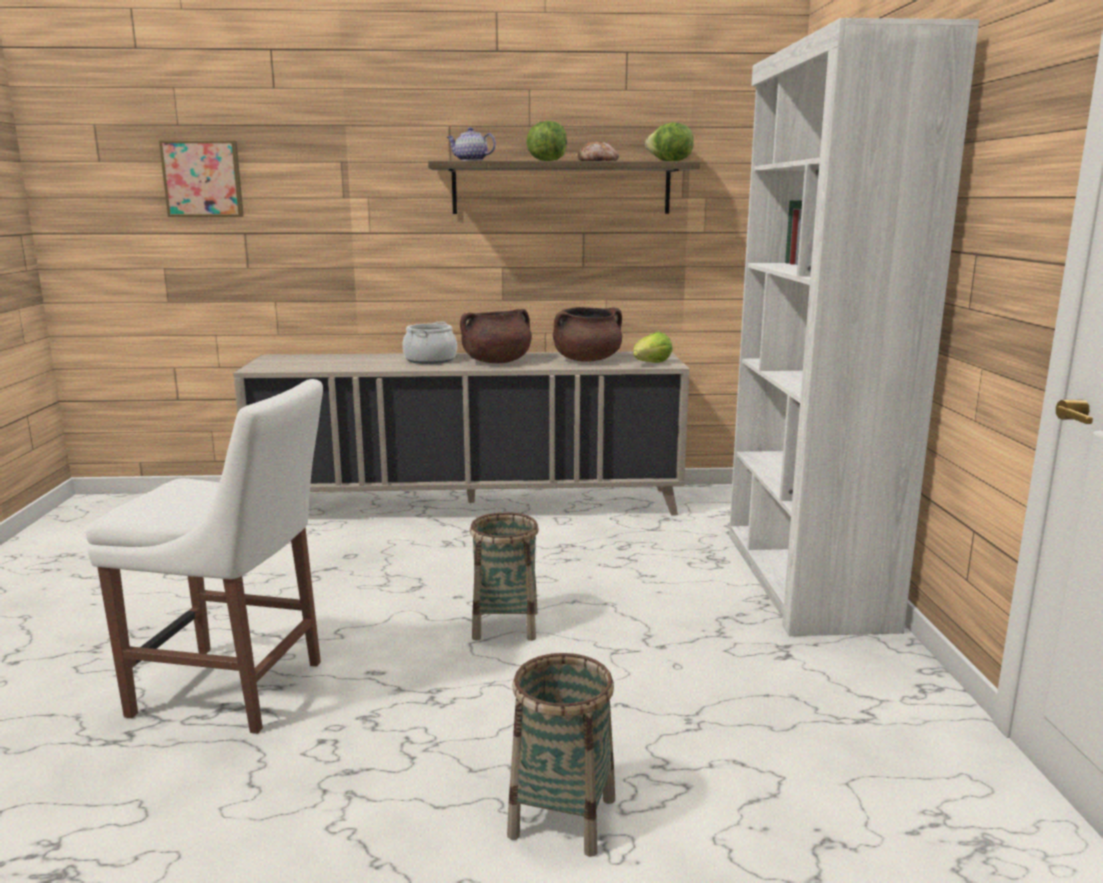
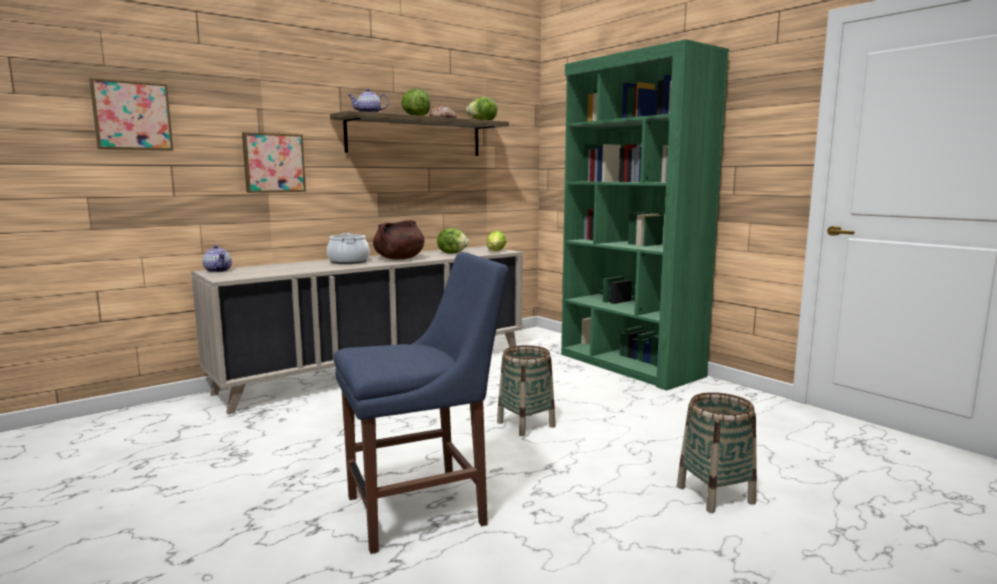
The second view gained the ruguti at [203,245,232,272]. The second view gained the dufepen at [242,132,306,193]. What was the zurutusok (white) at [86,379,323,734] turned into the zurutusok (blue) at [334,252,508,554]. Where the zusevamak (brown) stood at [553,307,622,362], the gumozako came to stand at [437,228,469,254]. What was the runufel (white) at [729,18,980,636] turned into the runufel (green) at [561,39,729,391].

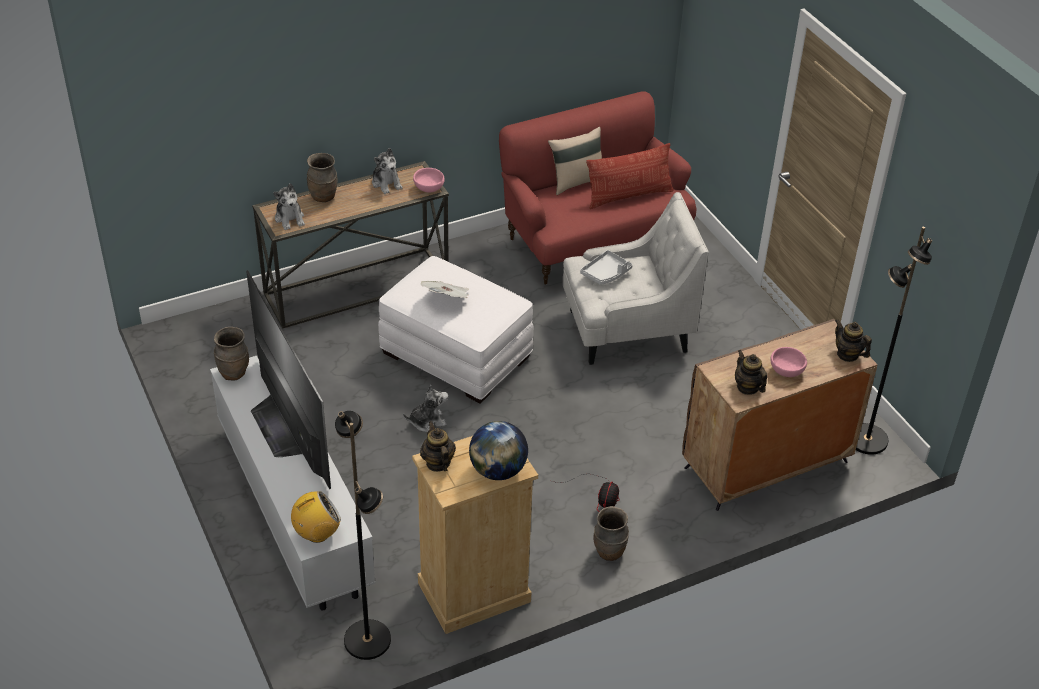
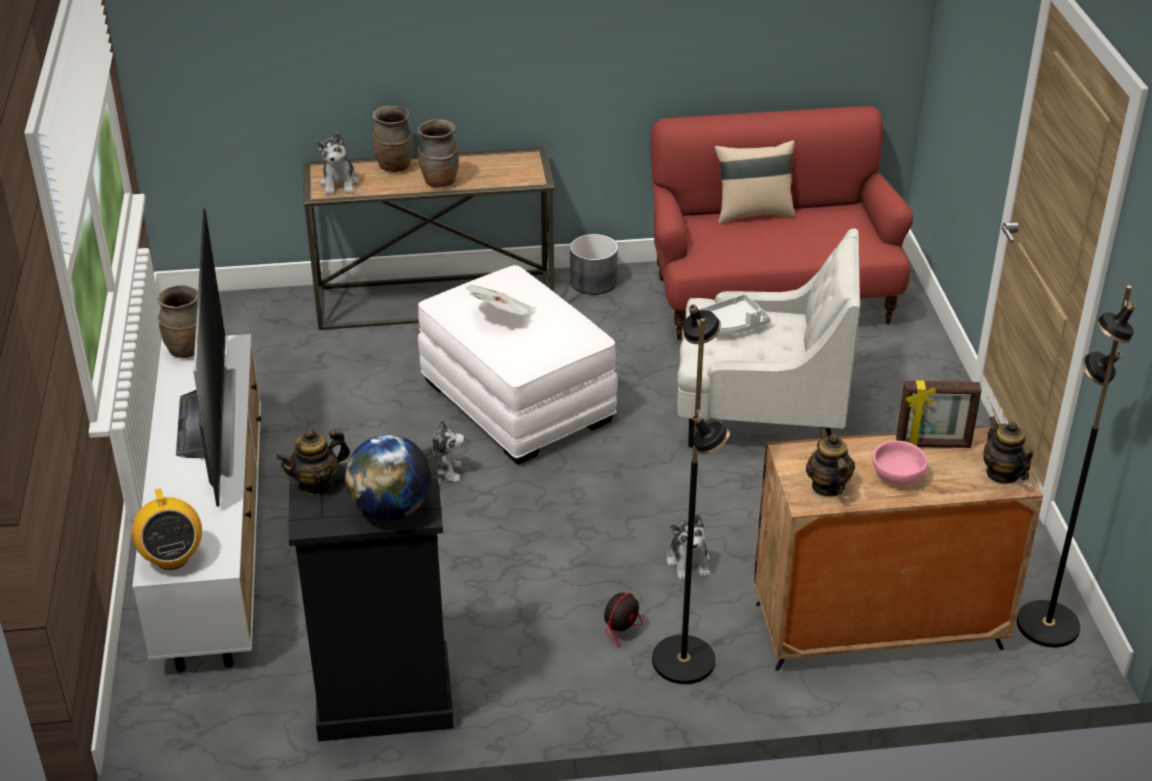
The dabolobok at [291,491,341,543] ended up facing another way, 75 degrees clockwise from before. The ruguti at [420,421,456,472] ended up facing another way, 120 degrees counterclockwise from before. What was the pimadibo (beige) at [412,436,538,634] turned into the pimadibo (black) at [289,456,454,742]. The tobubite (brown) ended up elsewhere, having gone from [593,506,629,561] to [418,119,459,187]. The second view gained the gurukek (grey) at [570,234,618,295]. The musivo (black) ended up elsewhere, having gone from [335,411,391,660] to [652,304,729,684]. The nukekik ended up elsewhere, having gone from [372,148,402,194] to [667,514,710,580]. The second view gained the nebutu at [896,380,982,448]. The second view lost the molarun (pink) at [413,168,445,192]. The second view lost the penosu at [586,143,674,209].

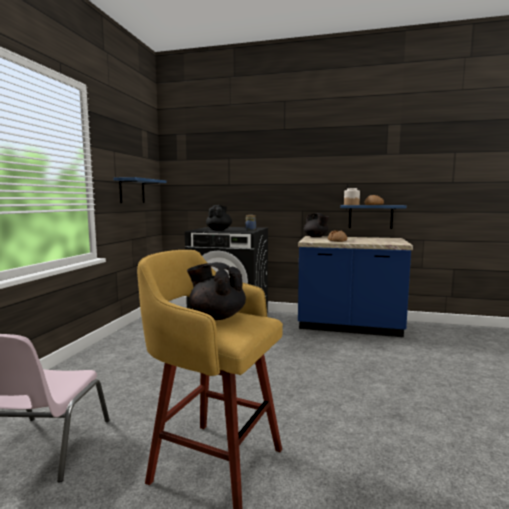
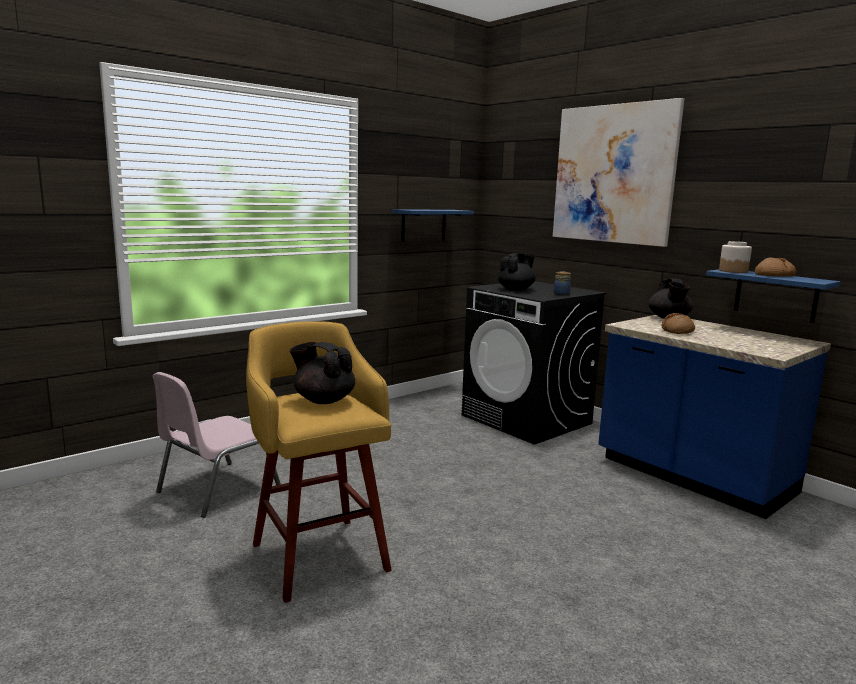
The ruguti (black) at [187,262,246,320] ended up facing another way, 45 degrees counterclockwise from before. The second view gained the dufepen at [553,98,684,247].

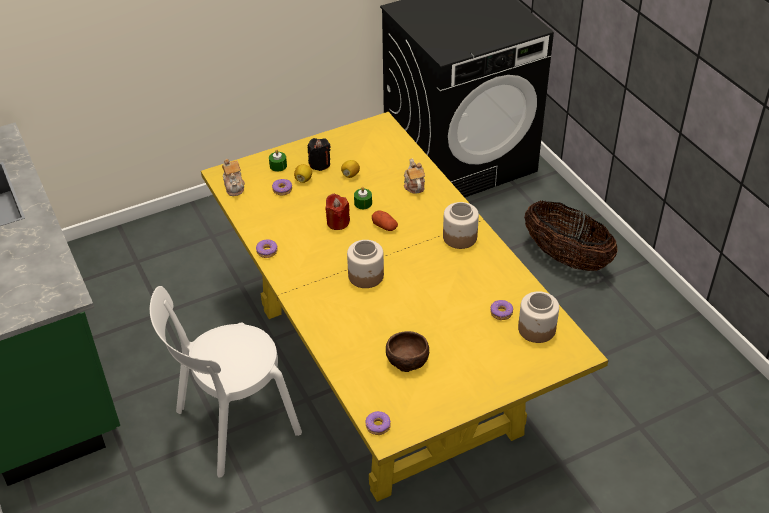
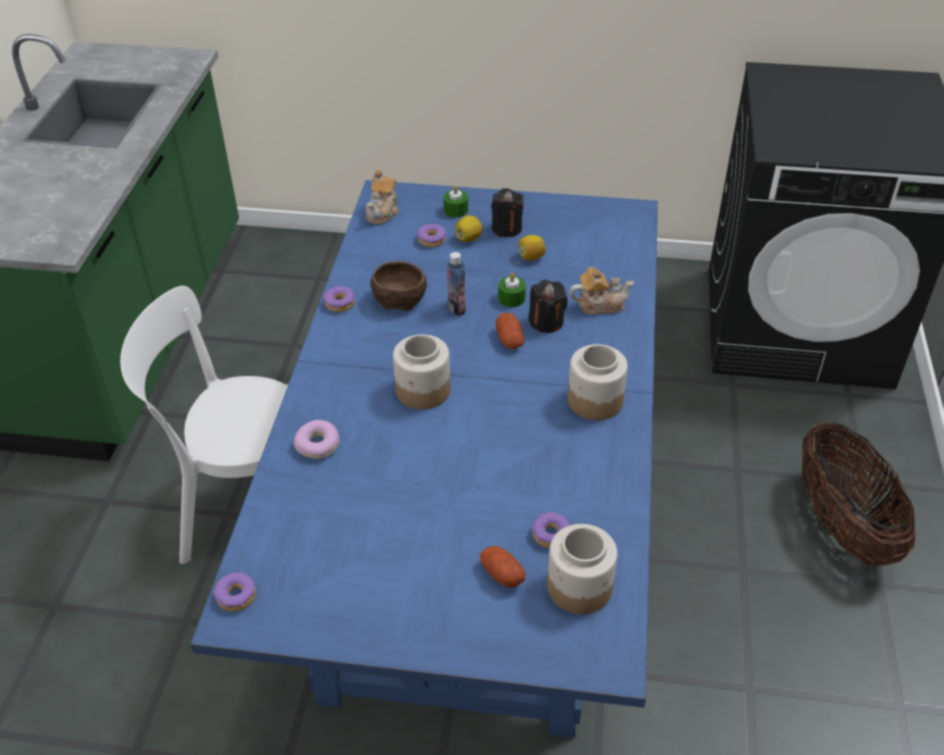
What was the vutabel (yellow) at [201,112,608,502] turned into the vutabel (blue) at [190,180,658,738]. The second view gained the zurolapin at [293,420,339,459]. The molarun (brown) ended up elsewhere, having gone from [386,331,429,372] to [370,261,427,311]. Where the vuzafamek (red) stood at [325,194,350,230], the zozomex came to stand at [447,252,466,316]. The second view gained the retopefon at [480,546,525,588]. The second view gained the vuzafamek (black) at [529,280,568,333]. The ruguti at [404,158,425,194] ended up facing another way, 60 degrees clockwise from before.

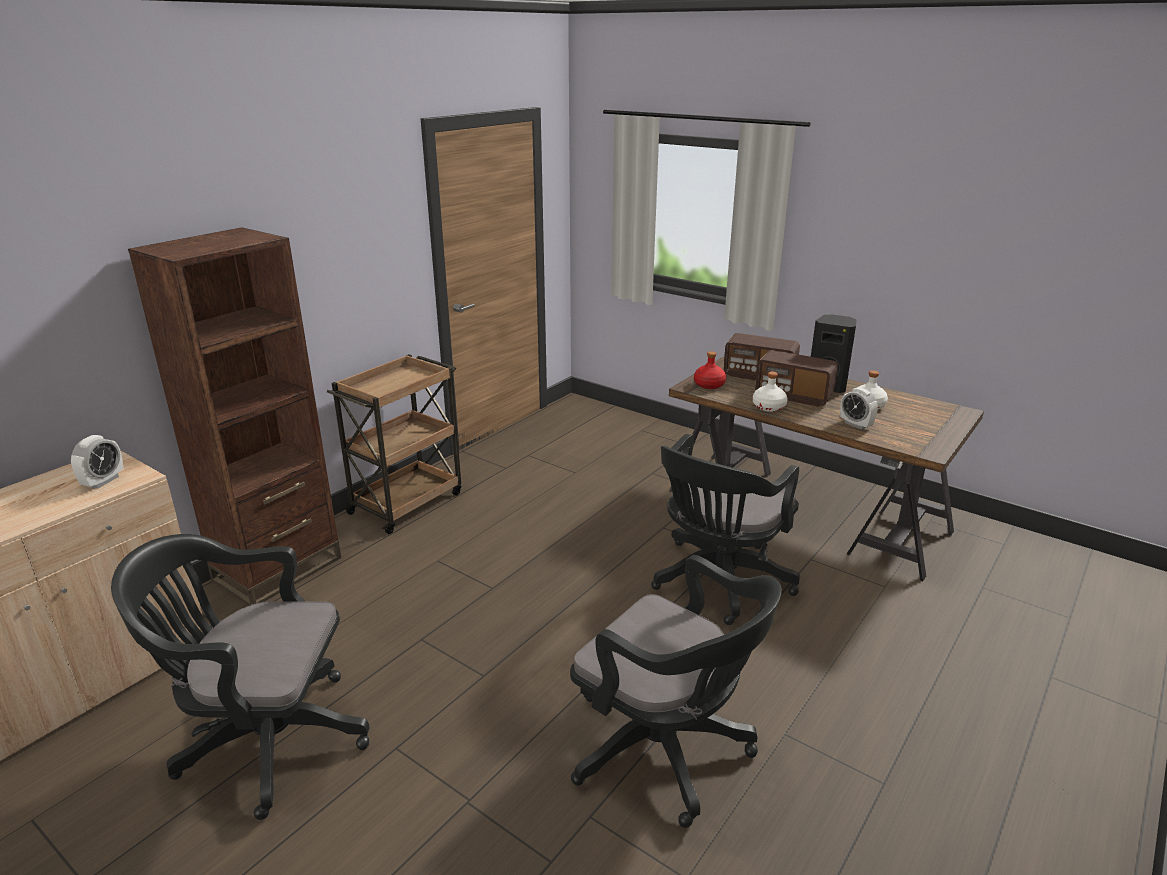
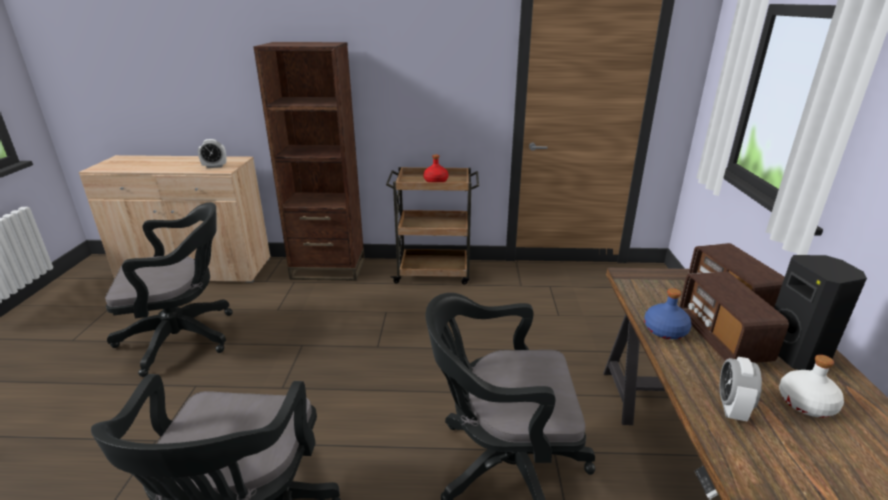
The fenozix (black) at [111,534,369,820] ended up facing another way, 105 degrees clockwise from before. The zozomex (red) ended up elsewhere, having gone from [694,351,726,389] to [423,154,448,182]. What was the zozomex (white) at [753,372,788,412] turned into the zozomex (blue) at [644,288,692,339].

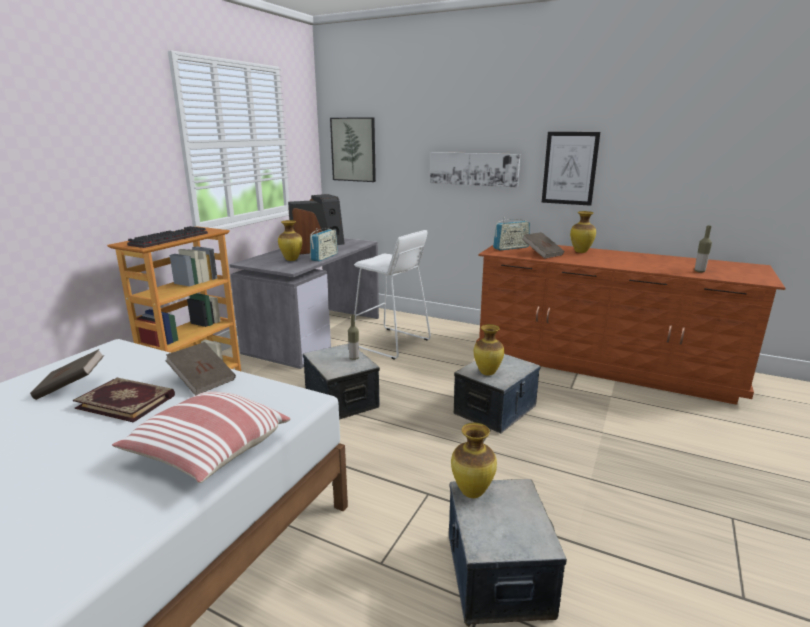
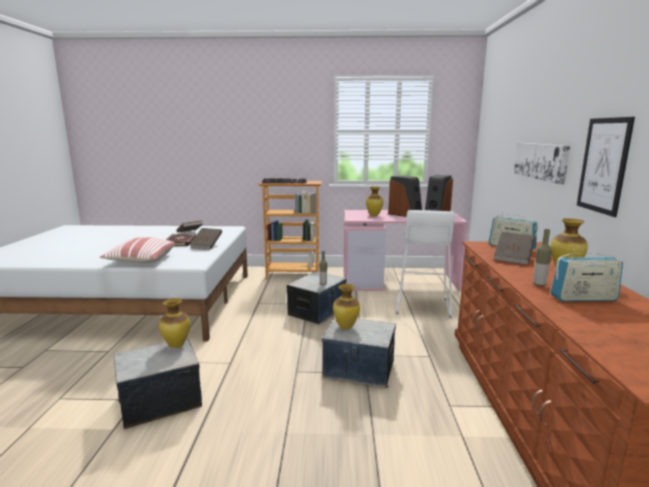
What was the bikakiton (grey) at [229,238,379,369] turned into the bikakiton (pink) at [344,210,467,291]. The zozomex ended up elsewhere, having gone from [695,226,712,273] to [533,229,552,286]. The dabolobok ended up elsewhere, having gone from [310,228,338,262] to [550,249,623,301]. The second view lost the dufepen at [330,117,376,182].

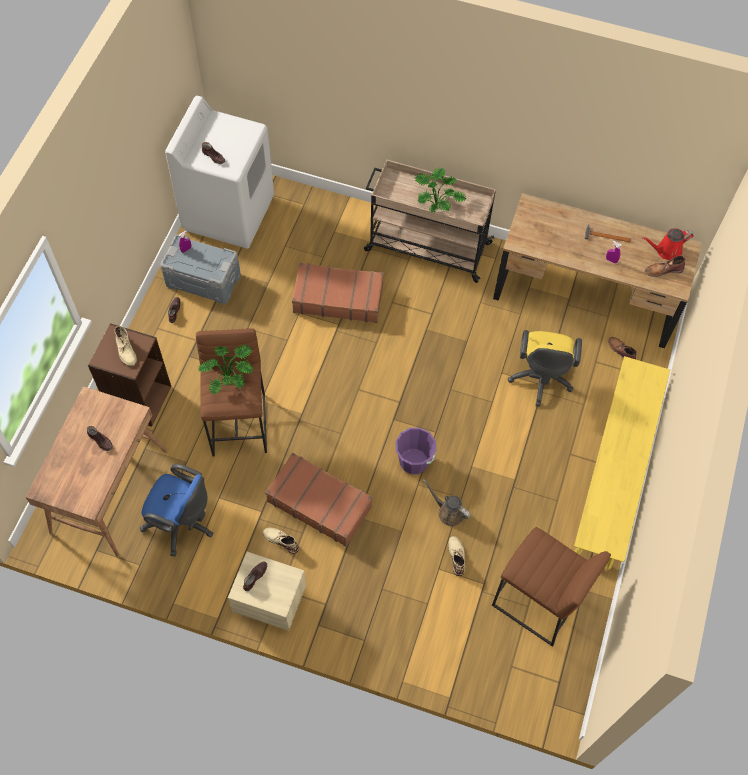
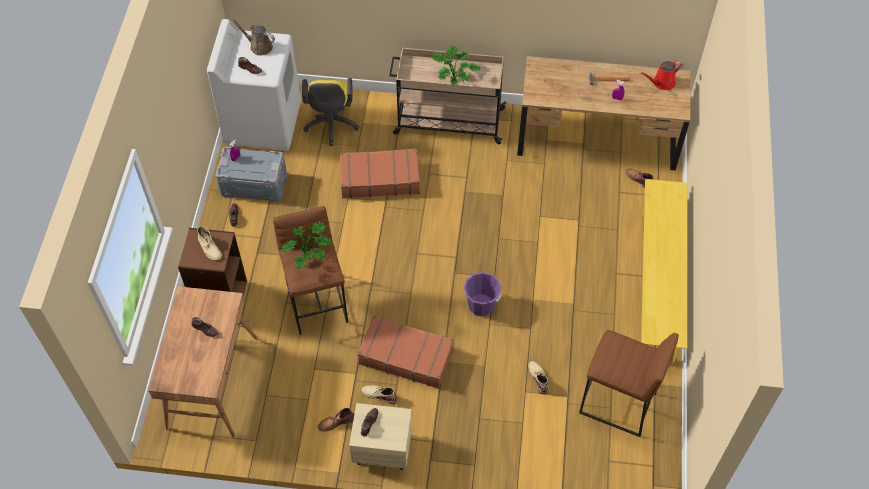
The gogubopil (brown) ended up elsewhere, having gone from [423,479,471,526] to [230,16,275,55]. The fenozix (yellow) ended up elsewhere, having gone from [508,330,582,407] to [302,78,360,146]. The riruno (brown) ended up elsewhere, having gone from [645,255,686,277] to [318,408,354,432]. The second view lost the fenozix (blue) at [140,464,213,556].

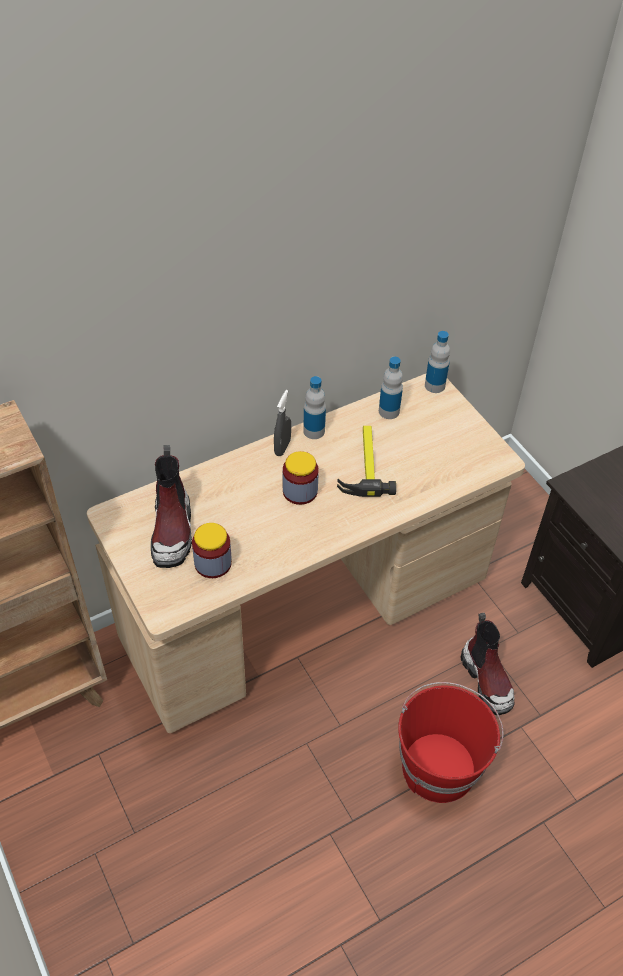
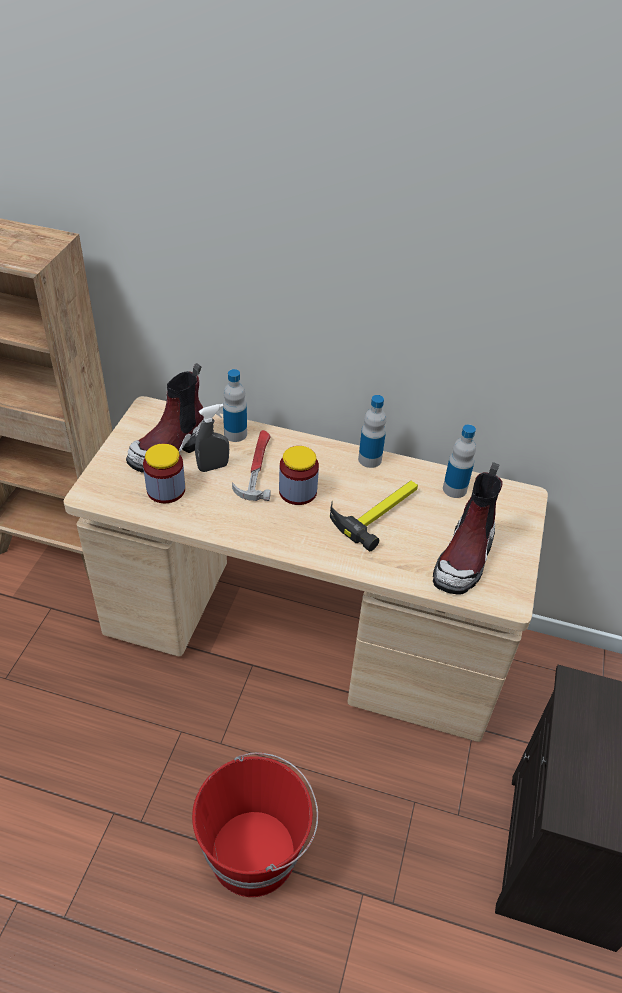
The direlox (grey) ended up elsewhere, having gone from [274,390,291,456] to [195,404,229,472]. The zozomex ended up elsewhere, having gone from [425,331,450,393] to [223,369,247,442]. The second view gained the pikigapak at [232,430,271,501]. The riruno ended up elsewhere, having gone from [460,613,515,715] to [433,462,503,595].

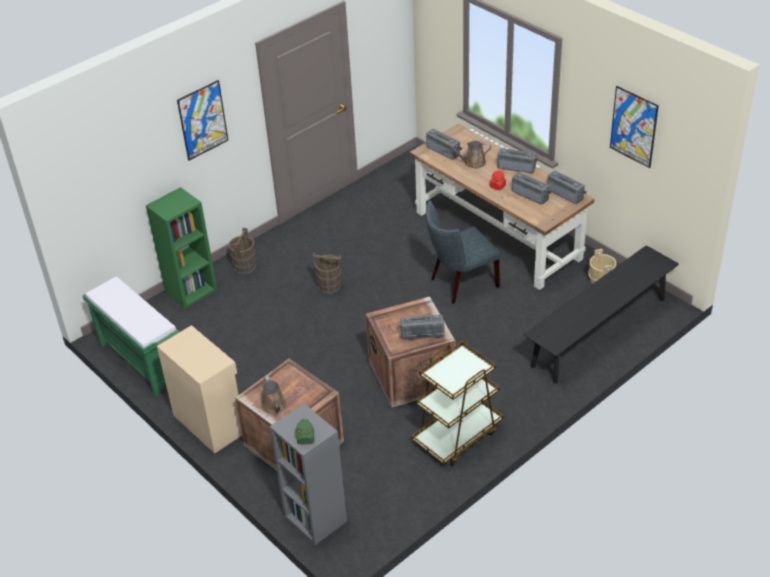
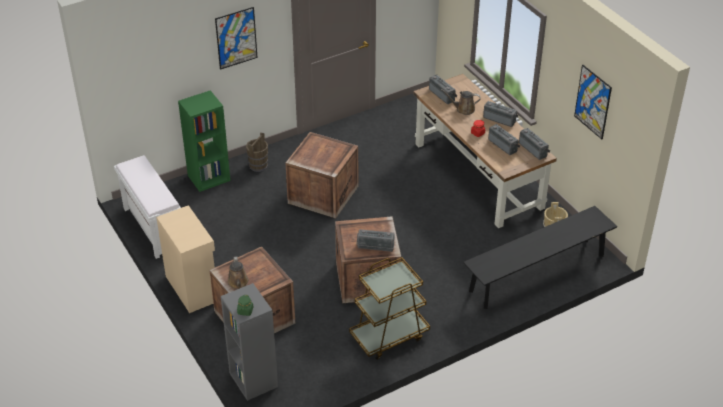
What was the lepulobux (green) at [83,277,180,397] turned into the lepulobux (white) at [114,155,181,259]. Where the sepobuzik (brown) stood at [312,252,342,294], the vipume came to stand at [286,132,358,219]. The second view lost the zurutusok (grey) at [426,200,501,304].

